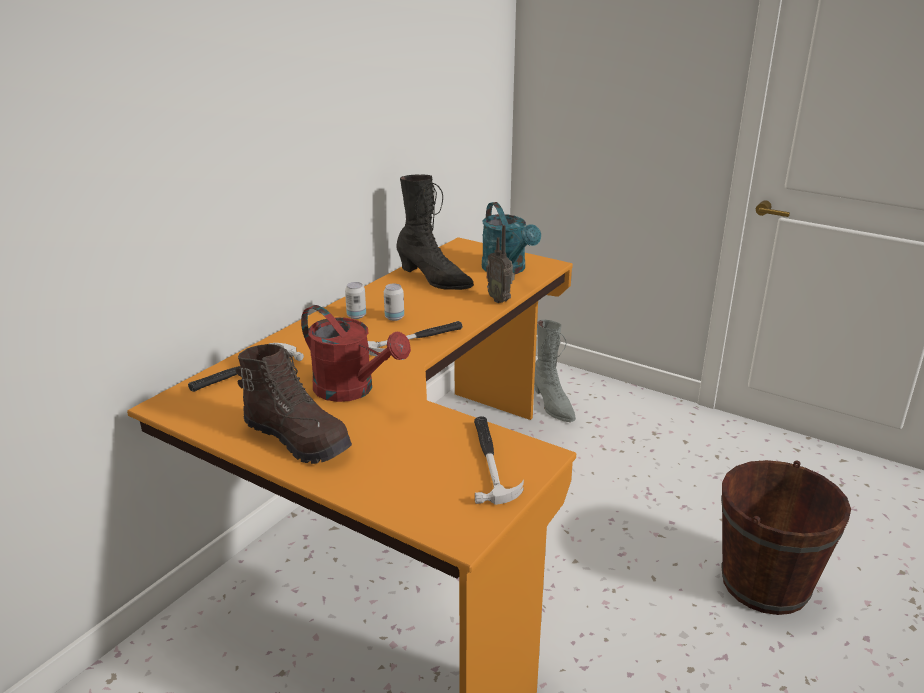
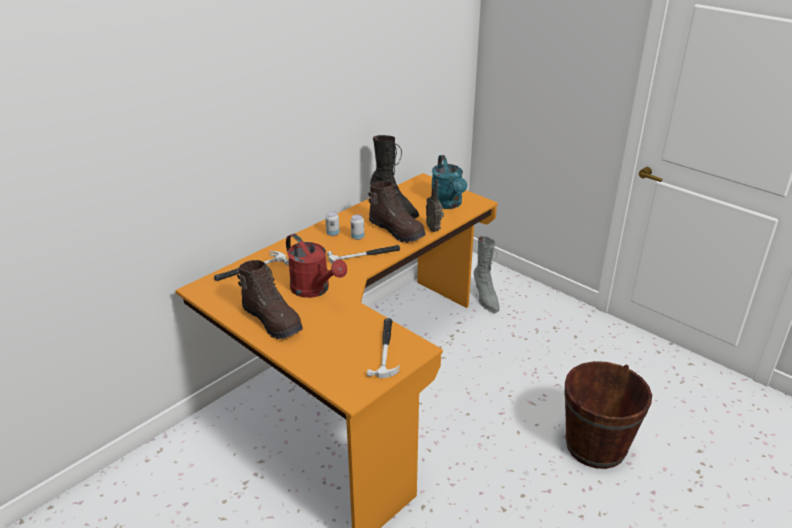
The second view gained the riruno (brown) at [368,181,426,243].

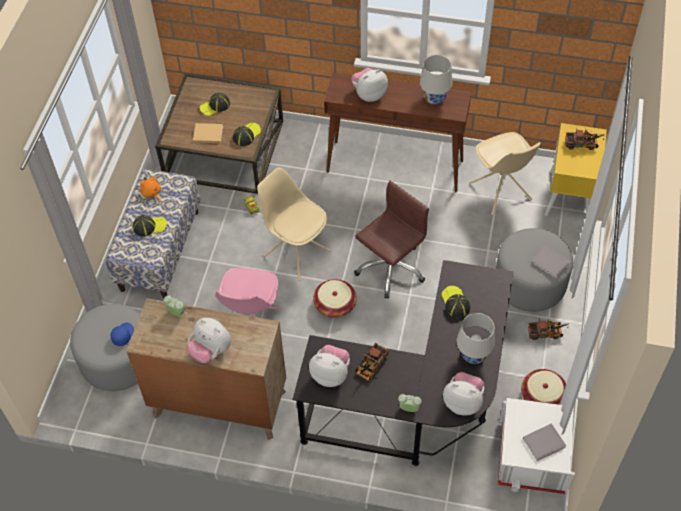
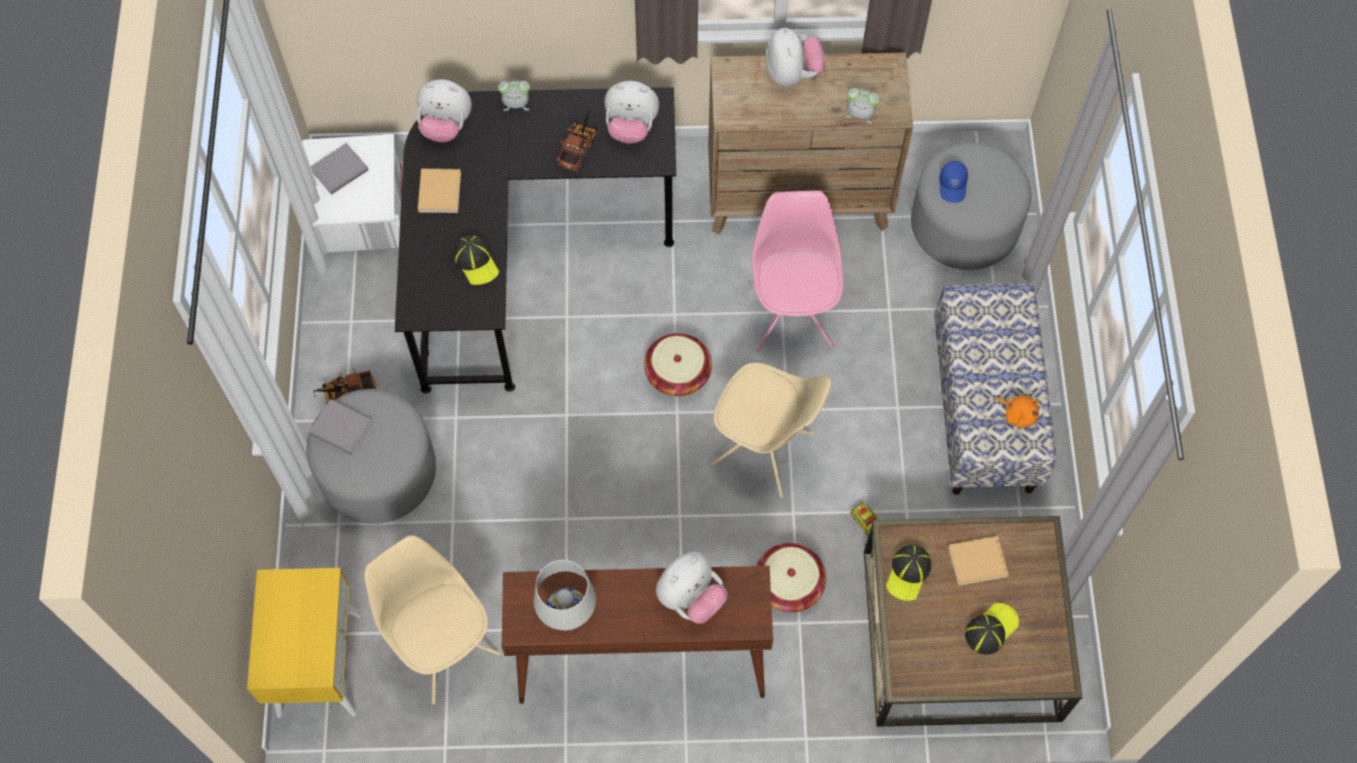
Where the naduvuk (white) stood at [456,313,495,364], the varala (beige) came to stand at [418,169,461,213]. The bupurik ended up elsewhere, having gone from [521,369,566,405] to [756,543,826,612]. The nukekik at [186,318,231,363] ended up facing another way, 60 degrees clockwise from before. The second view lost the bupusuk at [133,215,167,237]. The second view lost the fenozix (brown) at [354,181,429,299]. The second view lost the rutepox at [565,129,605,150].

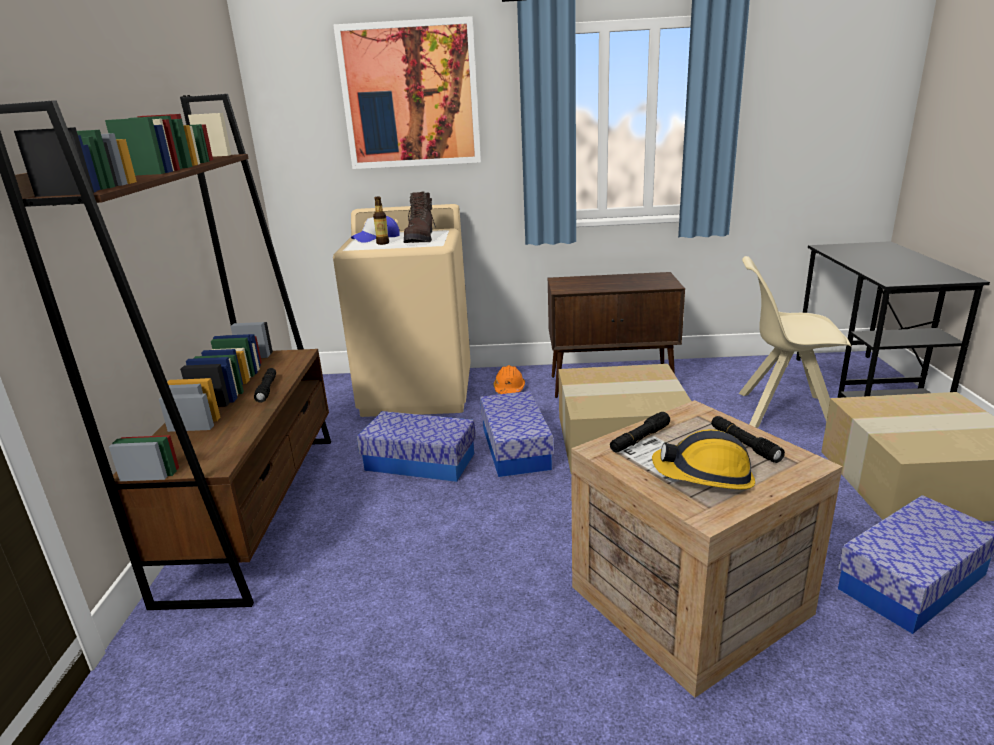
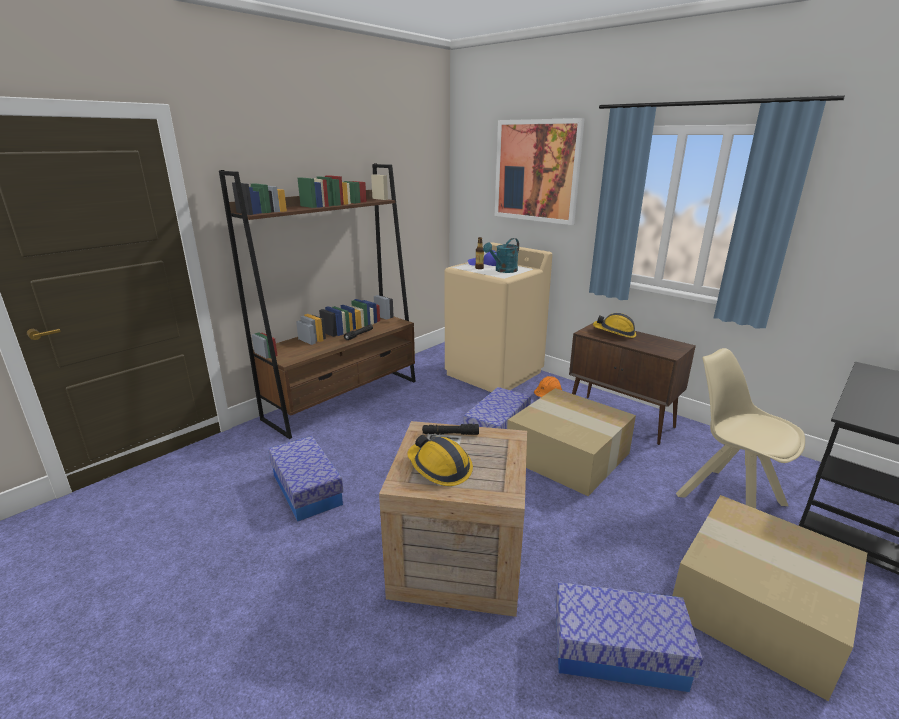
The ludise ended up elsewhere, having gone from [357,411,476,482] to [268,436,343,522]. Where the riruno (brown) stood at [404,191,436,243], the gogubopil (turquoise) came to stand at [483,238,519,273]. The second view gained the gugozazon at [593,313,636,338]. The second view lost the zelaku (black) at [711,416,785,463].

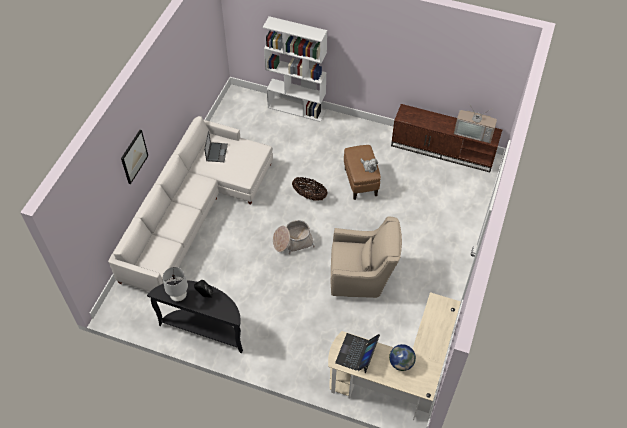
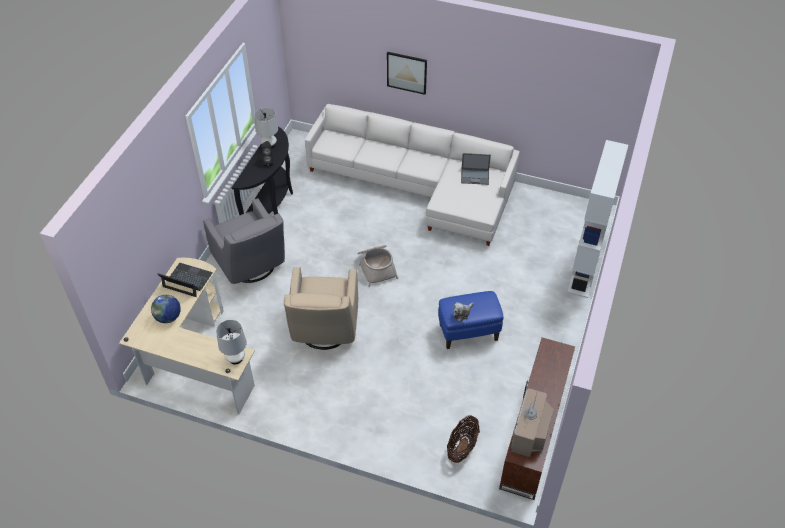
The second view gained the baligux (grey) at [203,198,285,284]. The second view gained the naduvuk (white) at [216,320,247,364]. What was the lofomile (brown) at [344,145,381,200] turned into the lofomile (blue) at [438,291,503,349]. The bupurik ended up elsewhere, having gone from [292,177,328,200] to [447,415,480,463].

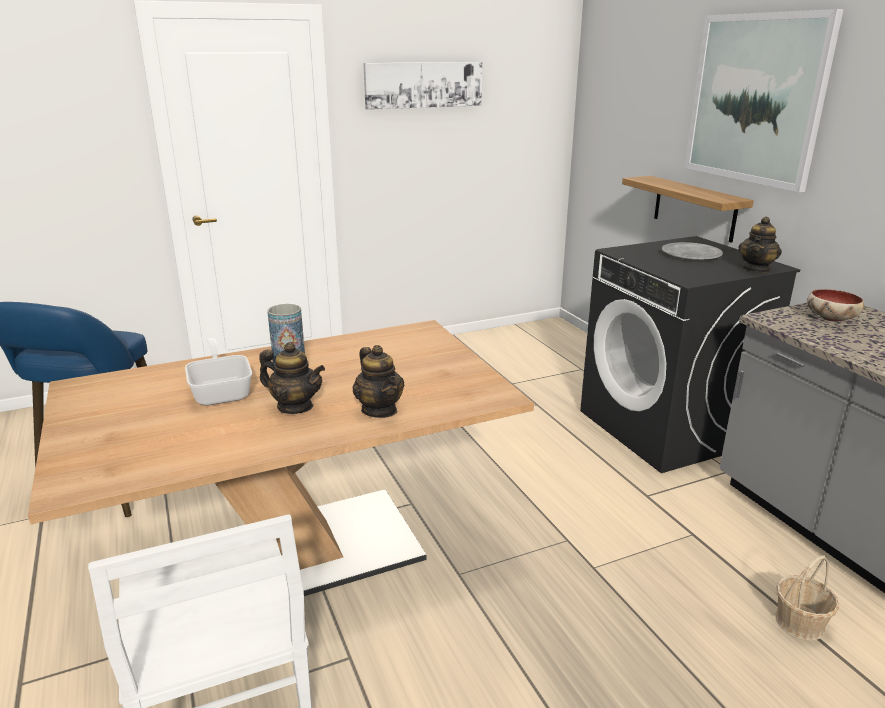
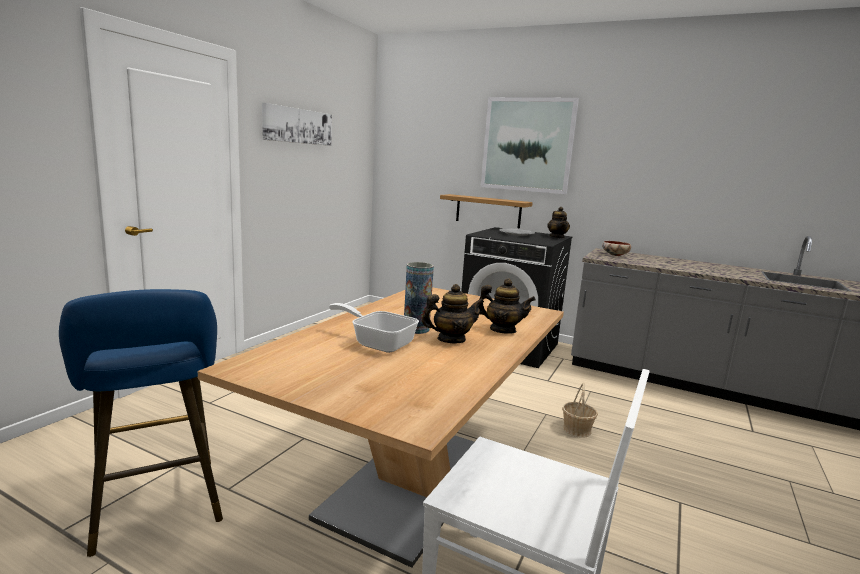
The bupurik ended up elsewhere, having gone from [775,555,839,641] to [562,383,598,438].

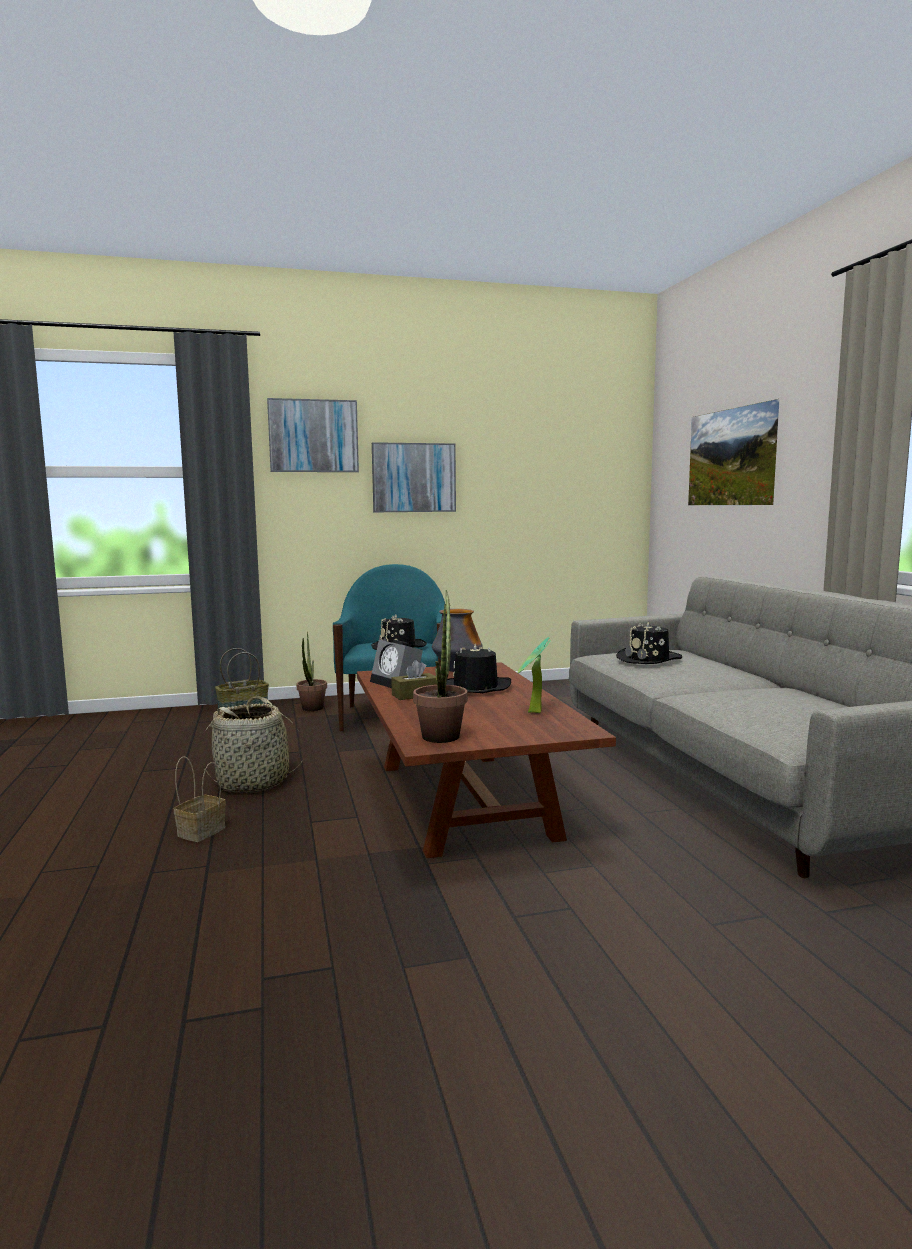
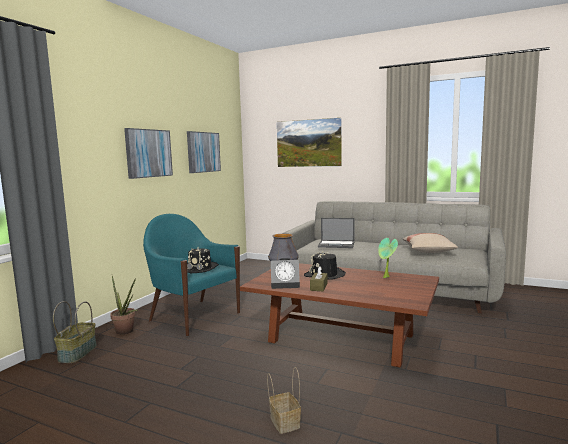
The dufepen ended up elsewhere, having gone from [267,398,359,472] to [187,131,221,173]. Where the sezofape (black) stood at [616,622,682,664], the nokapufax came to stand at [318,218,354,248]. The second view gained the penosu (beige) at [403,233,459,253]. The second view lost the bupurik at [206,696,305,793]. The second view lost the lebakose at [413,590,468,743].

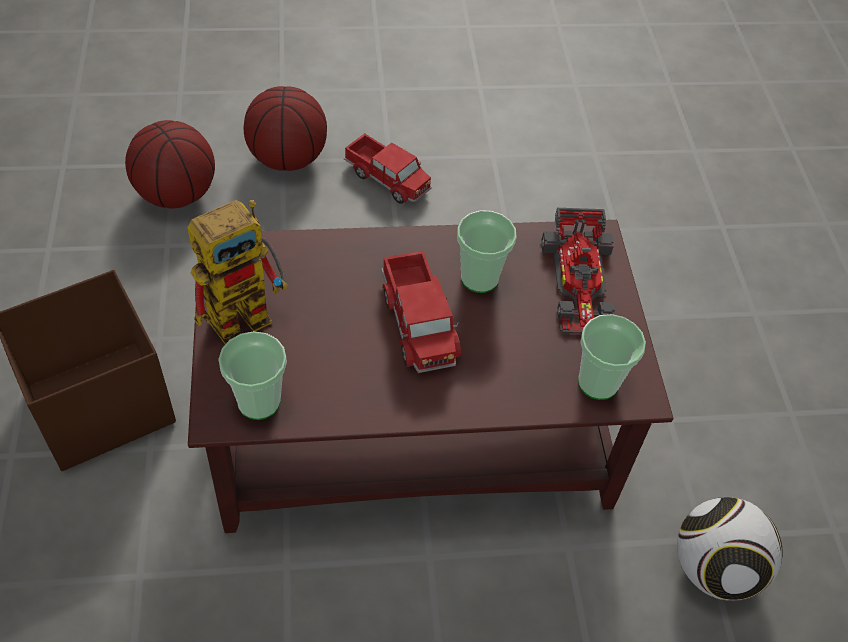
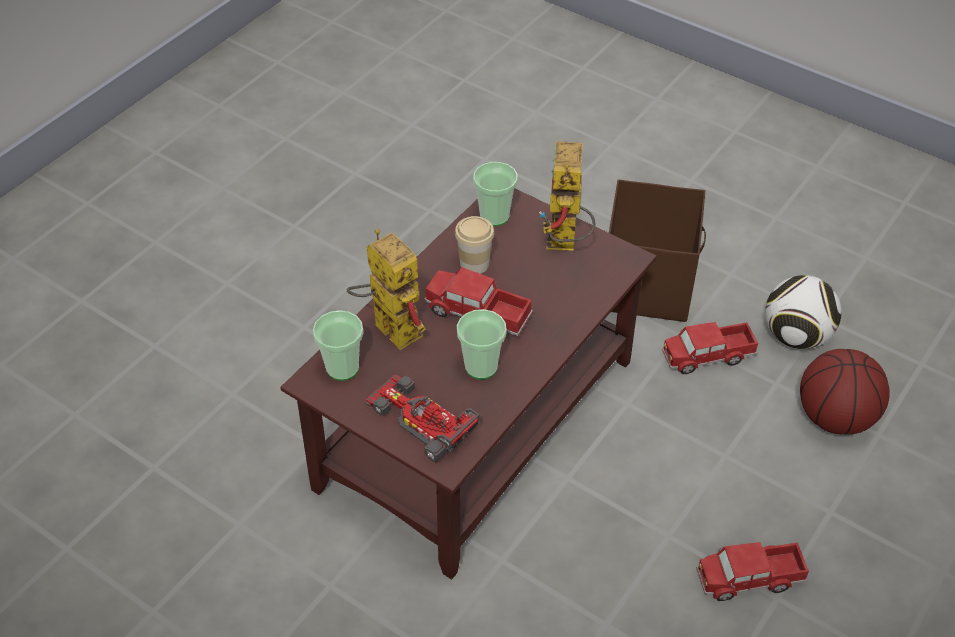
The second view gained the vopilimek at [346,229,426,350]. The second view gained the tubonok at [455,216,494,274]. The second view gained the rutepox at [662,322,758,374]. The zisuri ended up elsewhere, having gone from [677,497,783,601] to [765,275,841,349]. The second view lost the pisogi at [243,86,327,171].

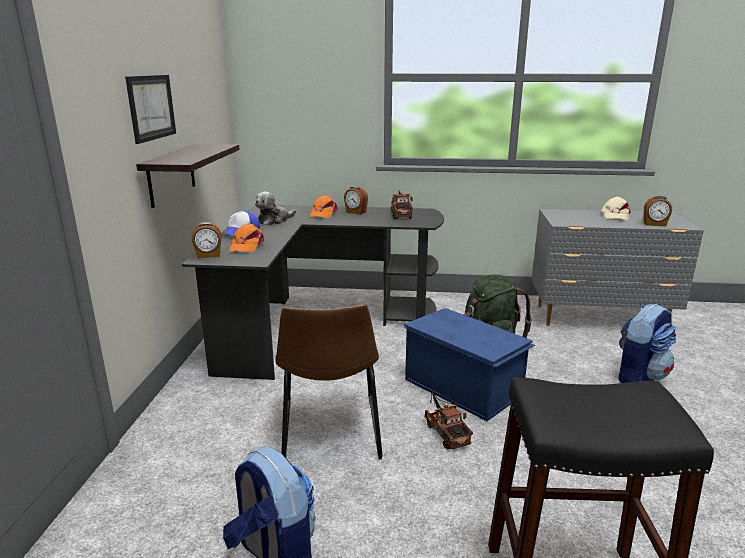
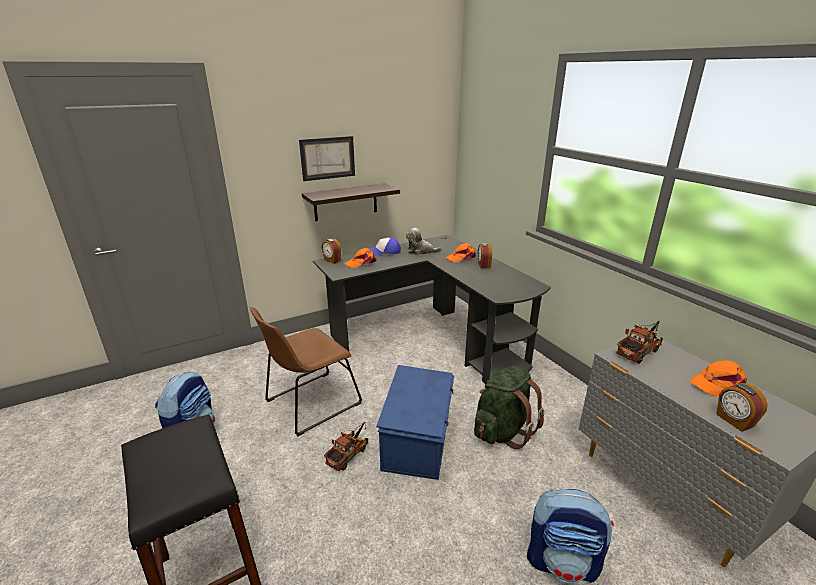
The rutepox ended up elsewhere, having gone from [391,191,413,219] to [616,321,663,364]. What was the bupusuk (beige) at [601,196,631,220] turned into the bupusuk (orange) at [690,360,747,397].

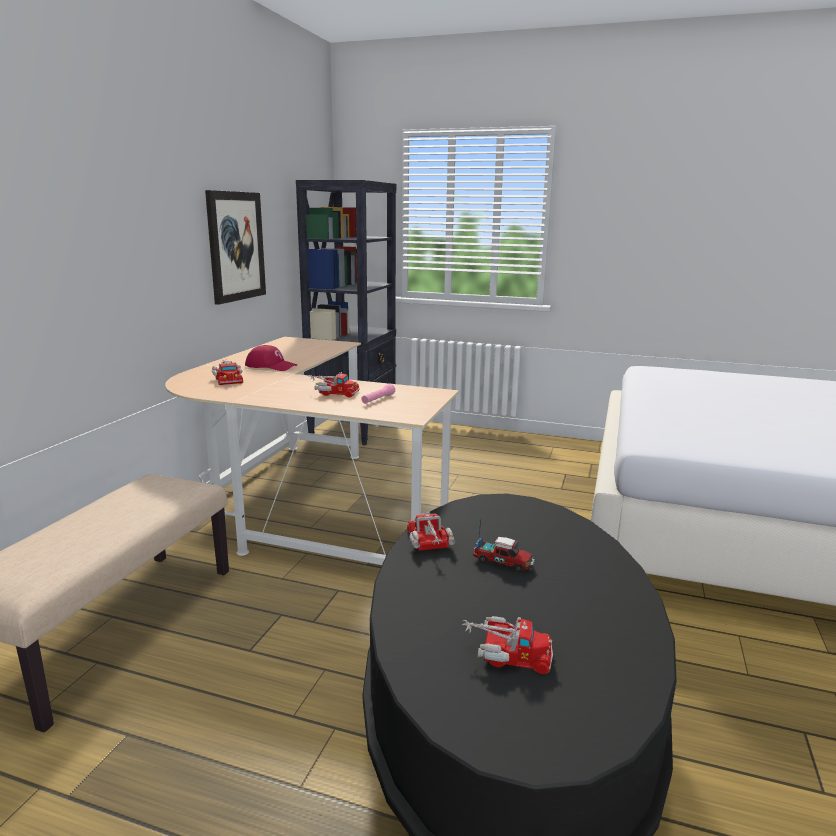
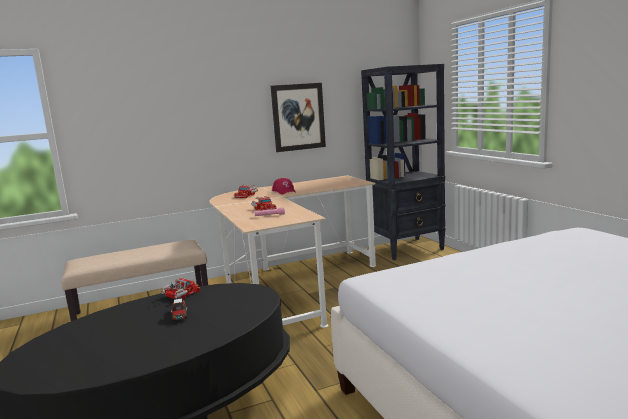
The second view lost the rutepox at [462,616,553,674].

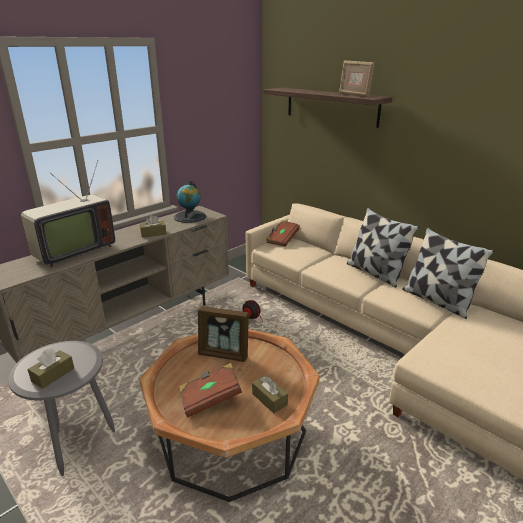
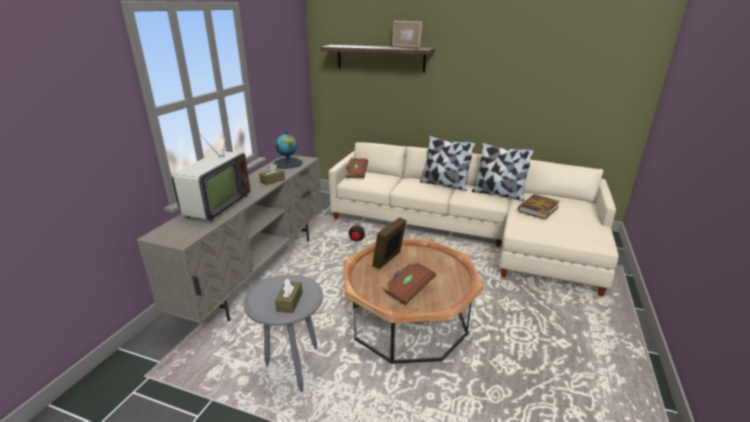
The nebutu at [198,306,249,362] ended up facing another way, 135 degrees clockwise from before. The second view gained the varala at [518,194,560,220]. The second view lost the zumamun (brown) at [252,375,288,413].

